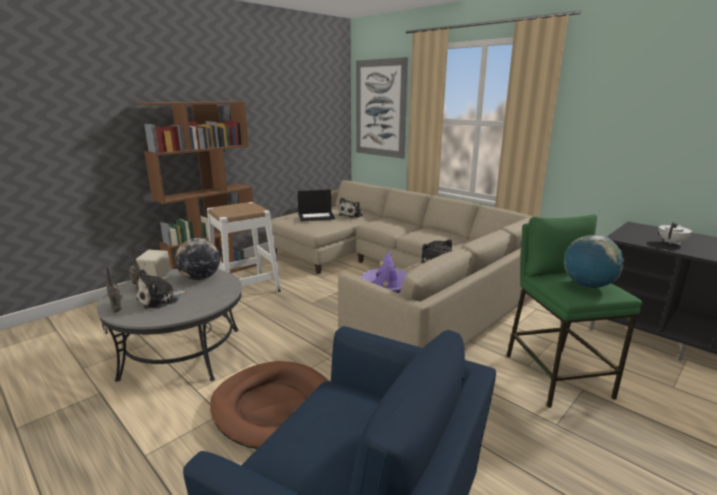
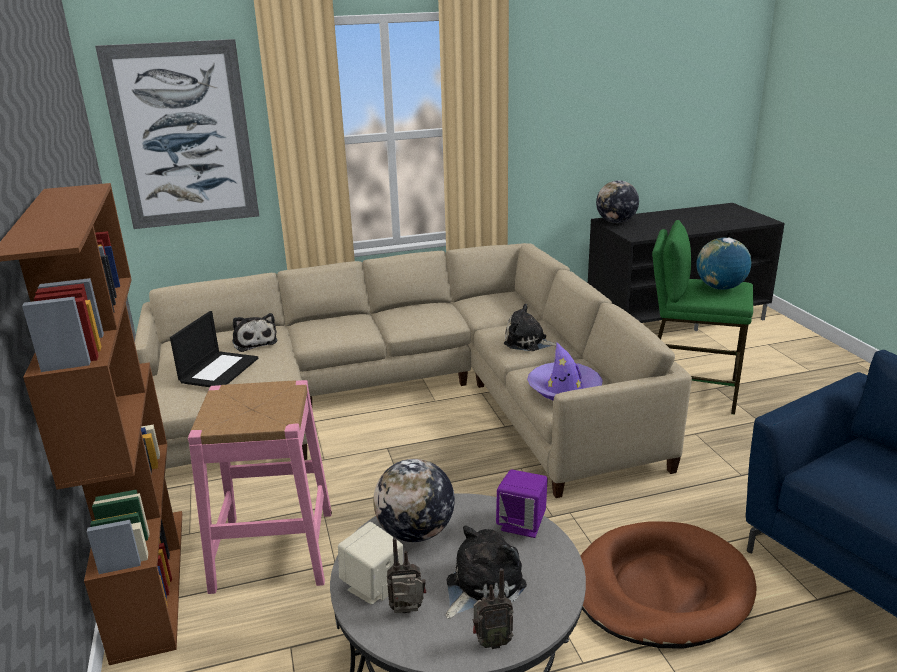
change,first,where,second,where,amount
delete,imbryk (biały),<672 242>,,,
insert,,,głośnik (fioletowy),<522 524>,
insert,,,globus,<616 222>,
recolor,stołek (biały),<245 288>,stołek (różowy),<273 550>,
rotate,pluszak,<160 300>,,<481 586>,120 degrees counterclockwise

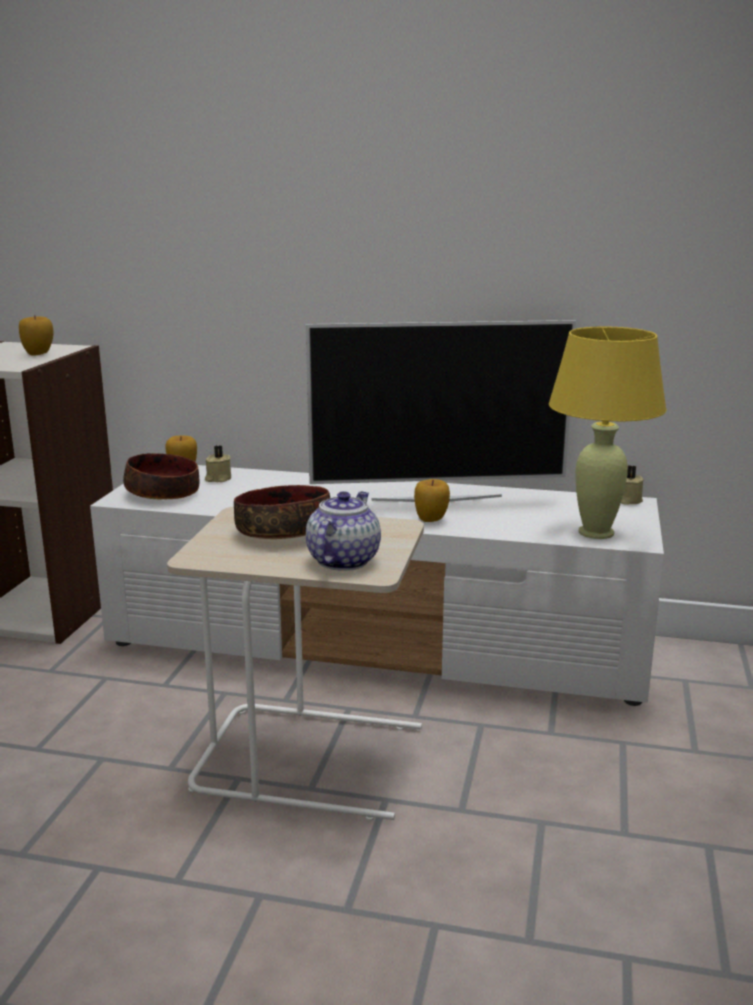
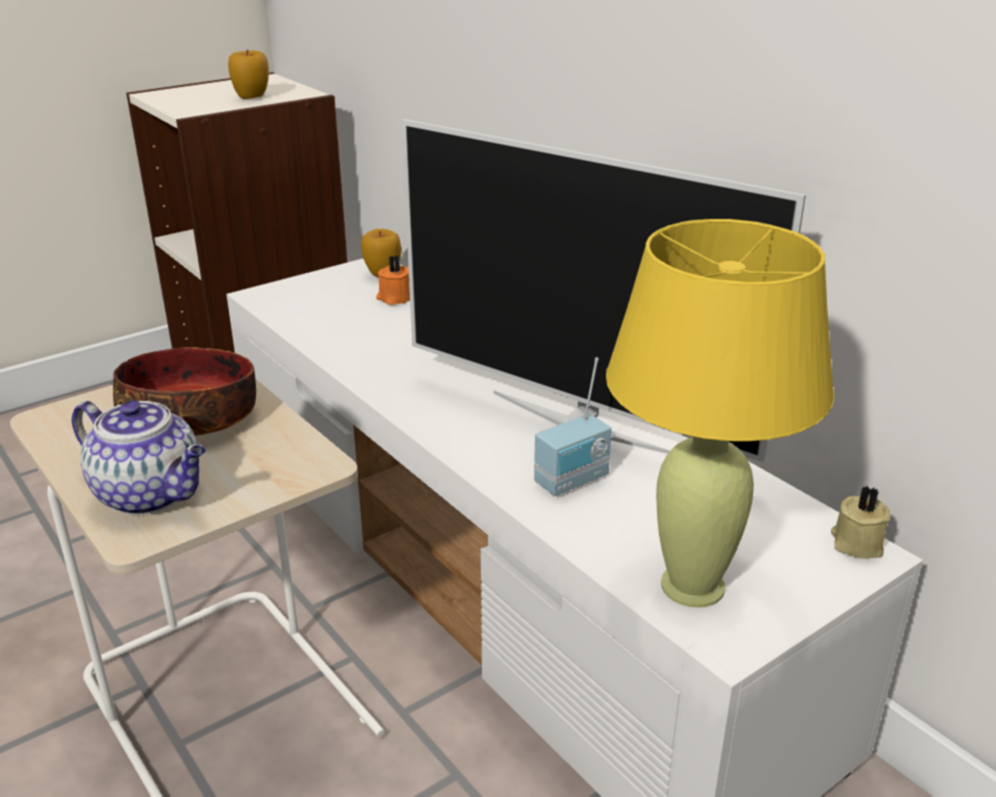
change,first,where,second,where,amount
delete,miska,<163 493>,,,
delete,jabłko,<431 520>,,,
insert,,,radio,<573 481>,
recolor,świeca (beżowy),<218 479>,świeca (pomarańczowy),<394 298>,
rotate,imbryk,<343 560>,,<151 494>,60 degrees clockwise

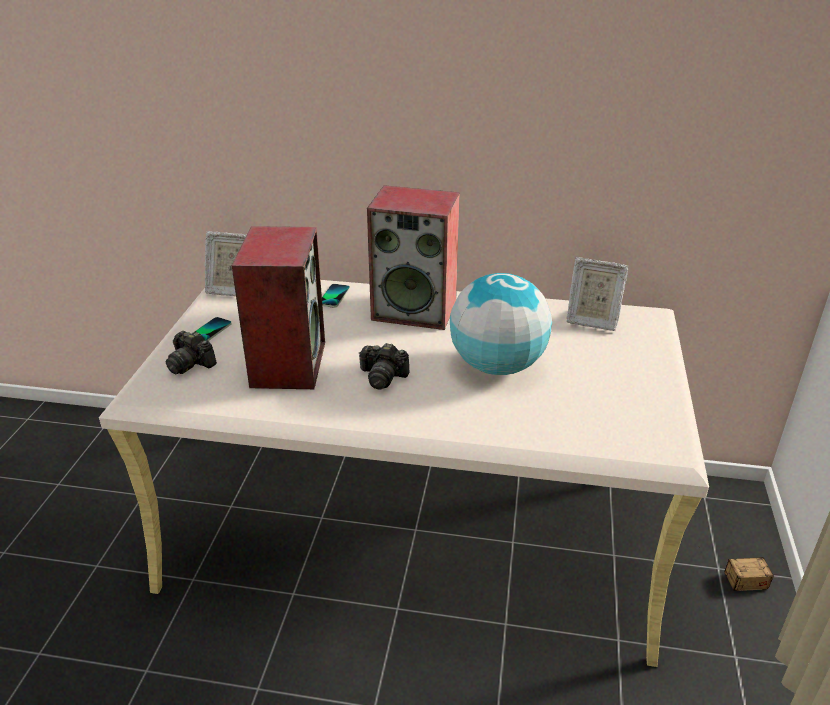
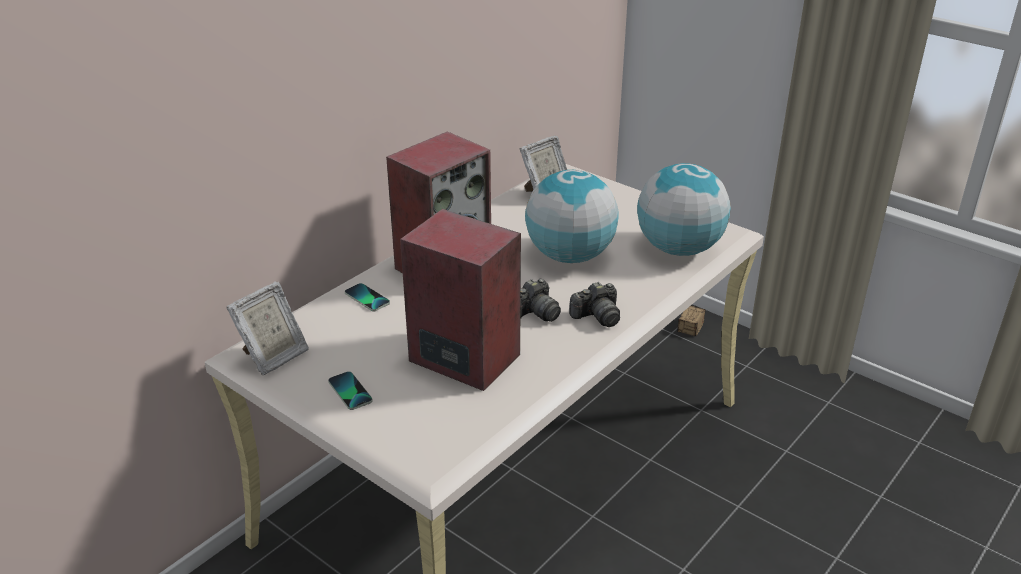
change,first,where,second,where,amount
insert,,,globus,<678 249>,
move,aparat fotograficzny,<190 364>,,<597 316>,

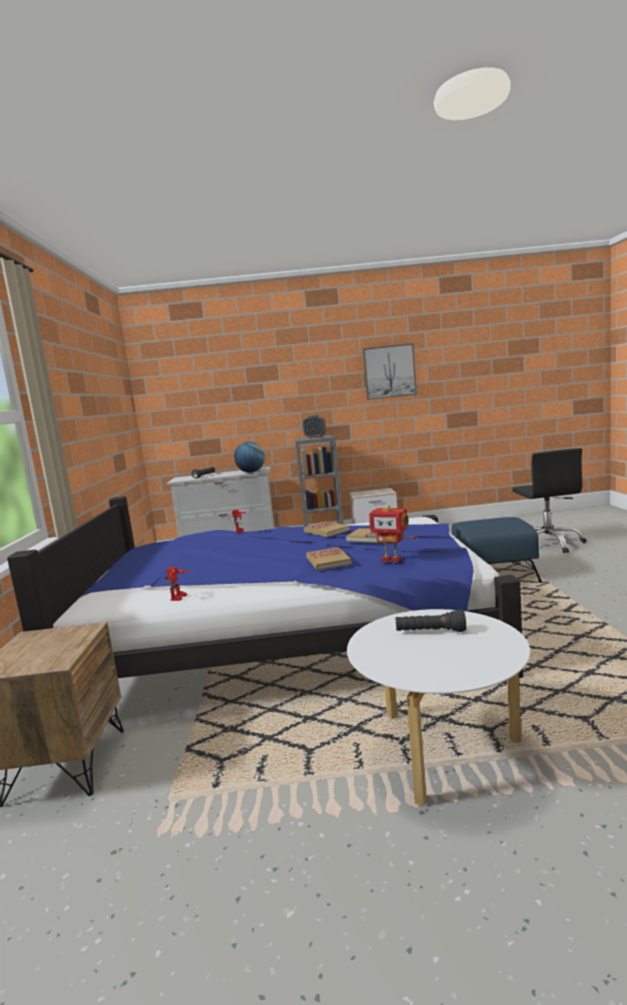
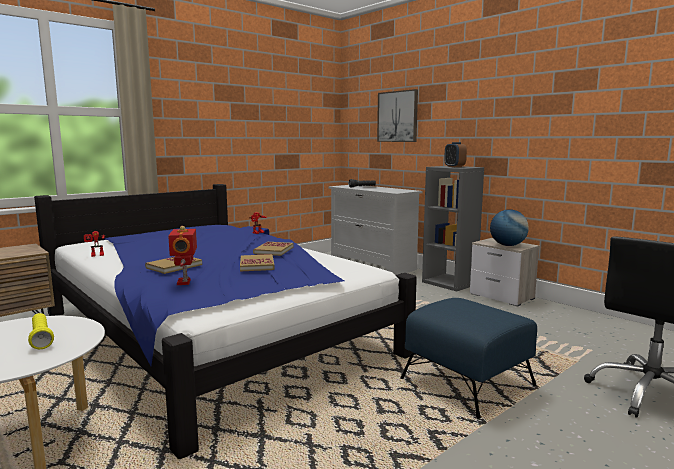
change,first,where,second,where,amount
move,globus,<251 472>,,<507 245>,
move,obraz,<389 371>,,<397 116>,
recolor,latarka (czarny),<430 632>,latarka (żółty),<41 338>,

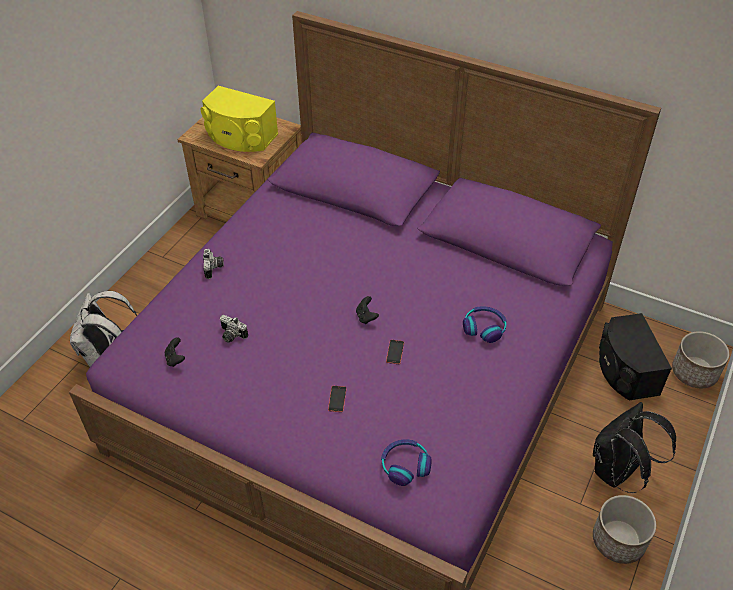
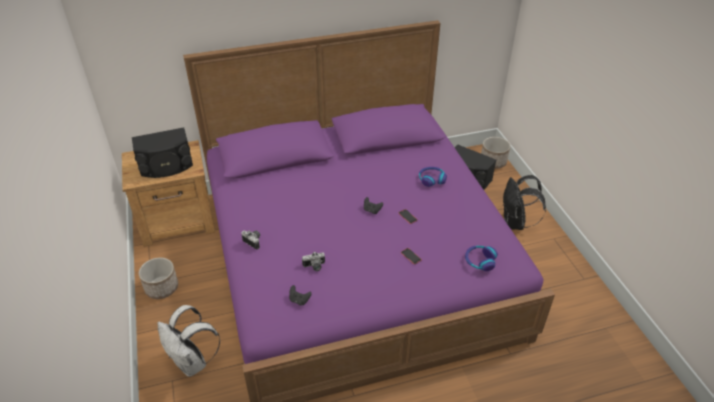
change,first,where,second,where,amount
move,donica,<618 540>,,<162 287>,
recolor,głośnik (żółty),<240 137>,głośnik (czarny),<166 166>,

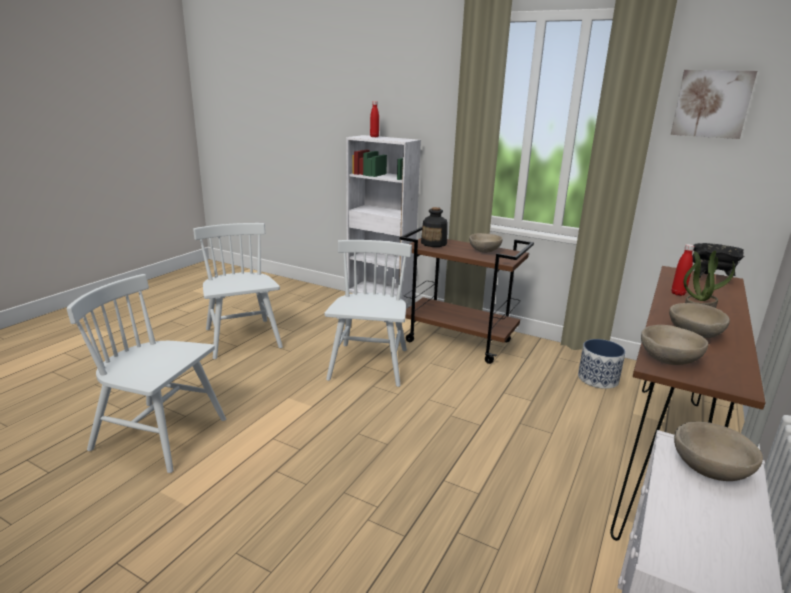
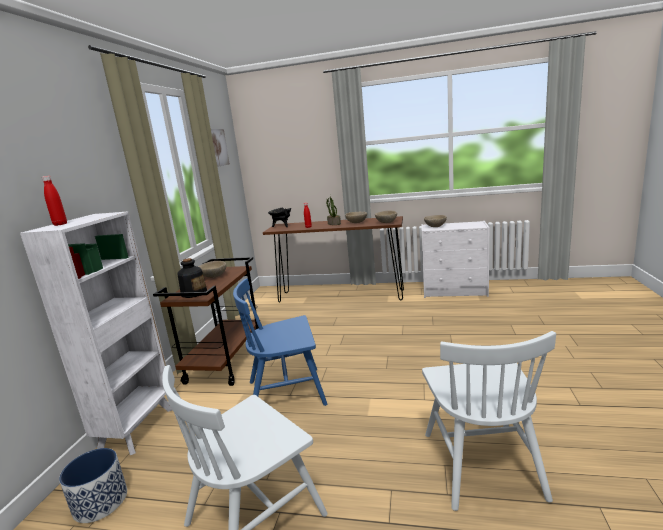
change,first,where,second,where,amount
move,donica,<598 379>,,<101 502>,
recolor,krzesło (biały),<369 365>,krzesło (niebieski),<287 392>,

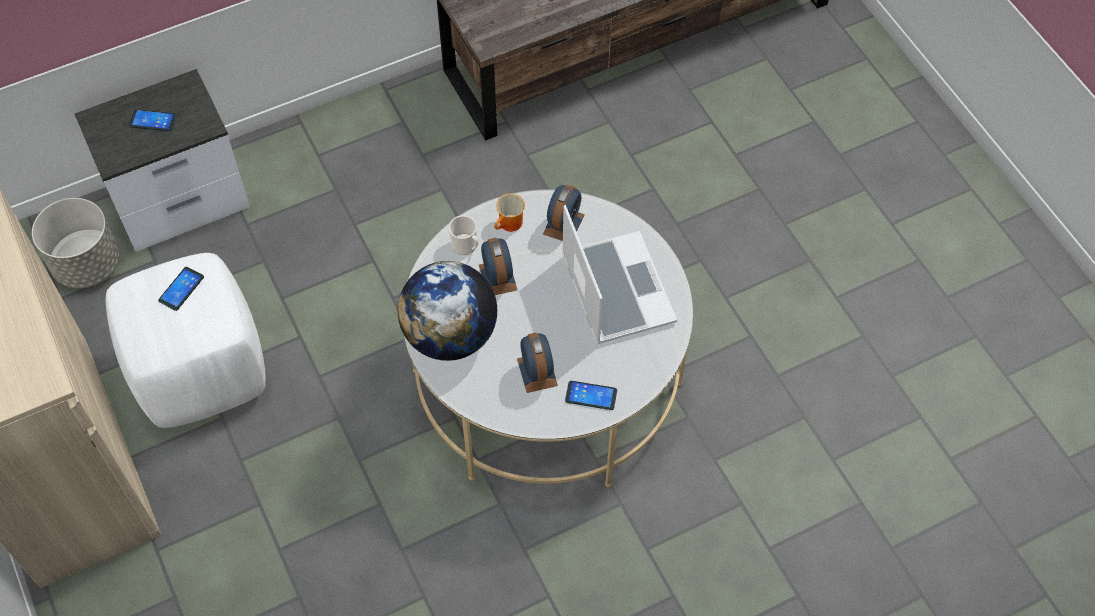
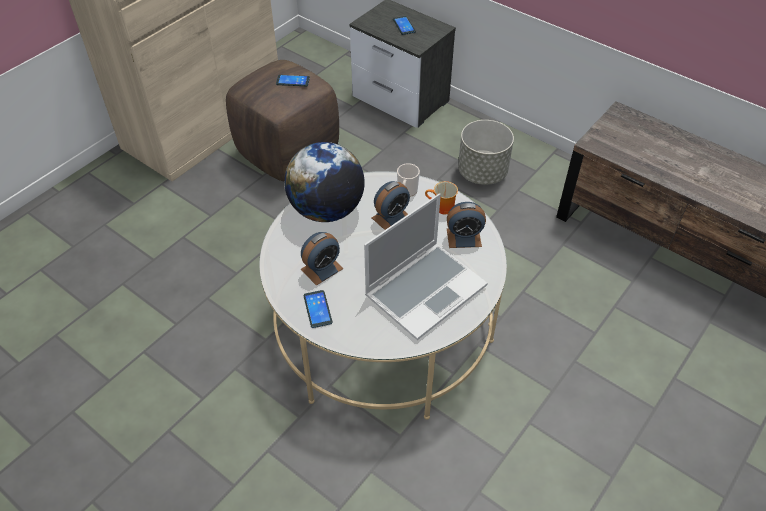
change,first,where,second,where,amount
move,donica (szary),<87 263>,,<482 173>,
recolor,pufa (biały),<200 374>,pufa (brązowy),<287 154>,

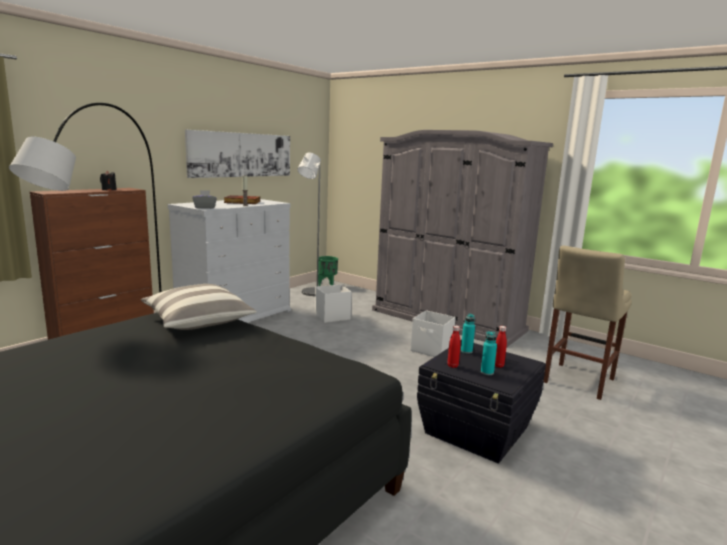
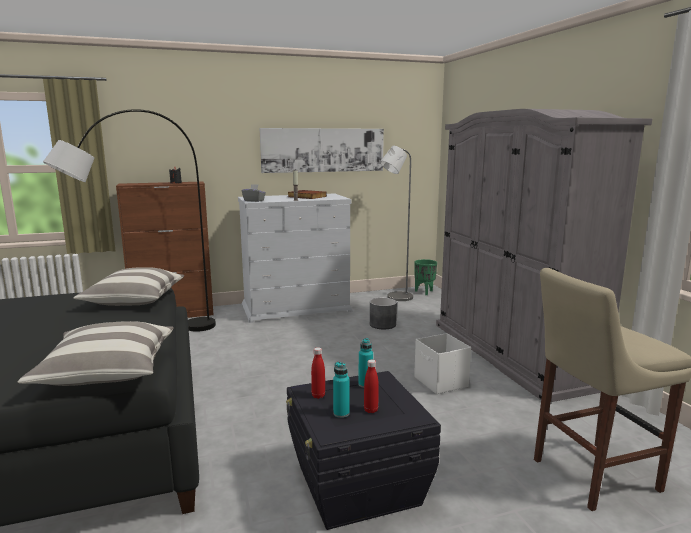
change,first,where,second,where,amount
insert,,,poduszka,<107 371>,
replace,pojemnik do przechowywania (biały),<331 317>,donica (szary),<382 325>,

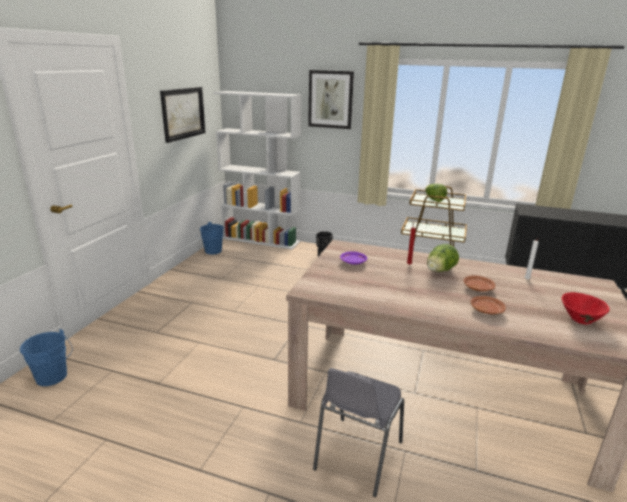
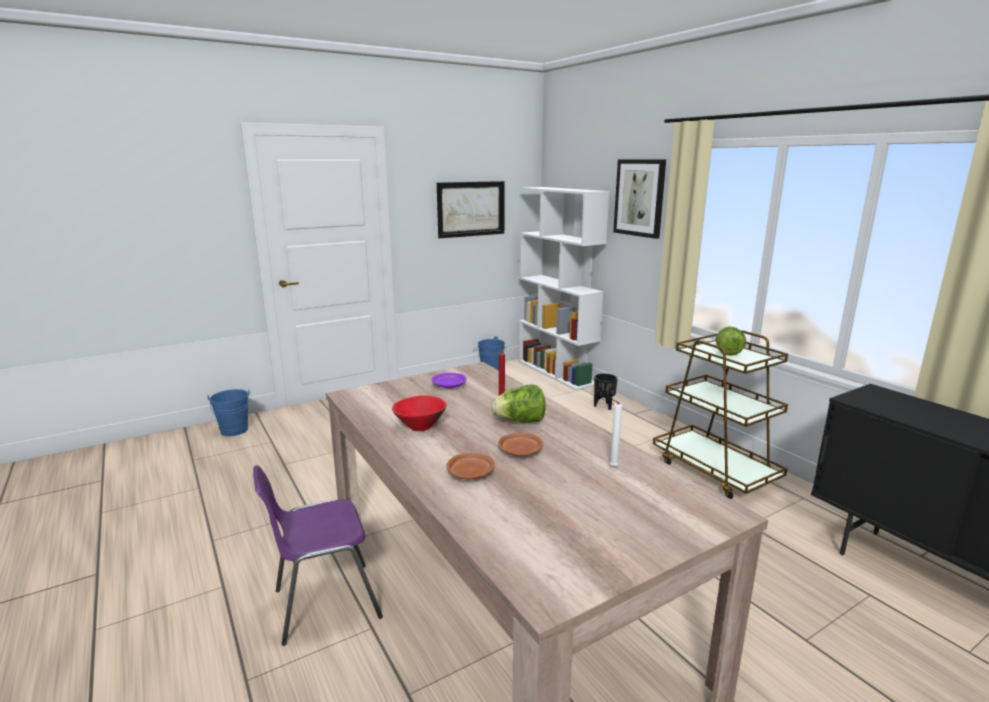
change,first,where,second,where,amount
move,miska (czerwony),<580 319>,,<420 426>,
recolor,krzesło (szary),<356 456>,krzesło (fioletowy),<324 603>,

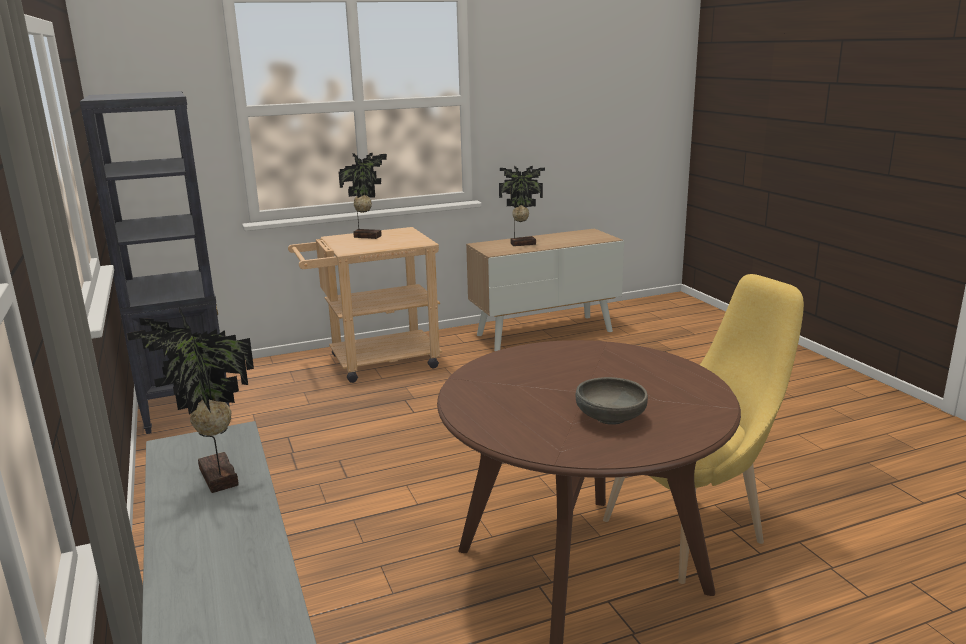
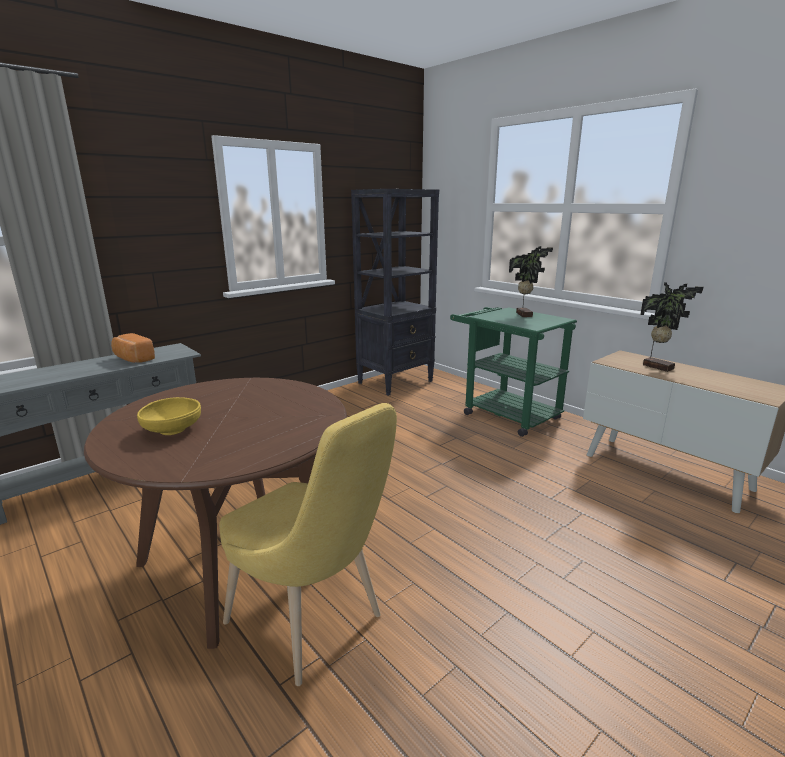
change,first,where,second,where,amount
replace,roślina doniczkowa,<215 479>,chleb,<133 359>,
recolor,wózek (beżowy),<374 363>,wózek (zielony),<504 414>,
recolor,miska (szary),<610 417>,miska (żółty),<173 429>,

